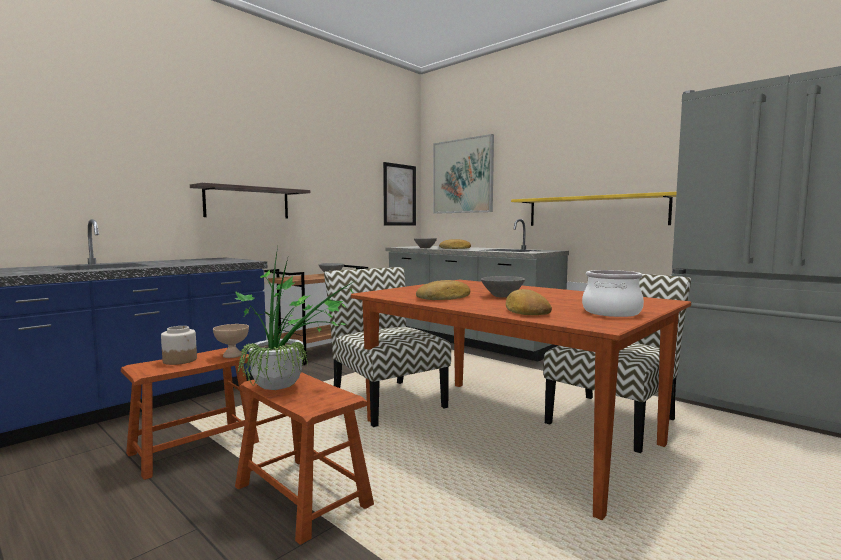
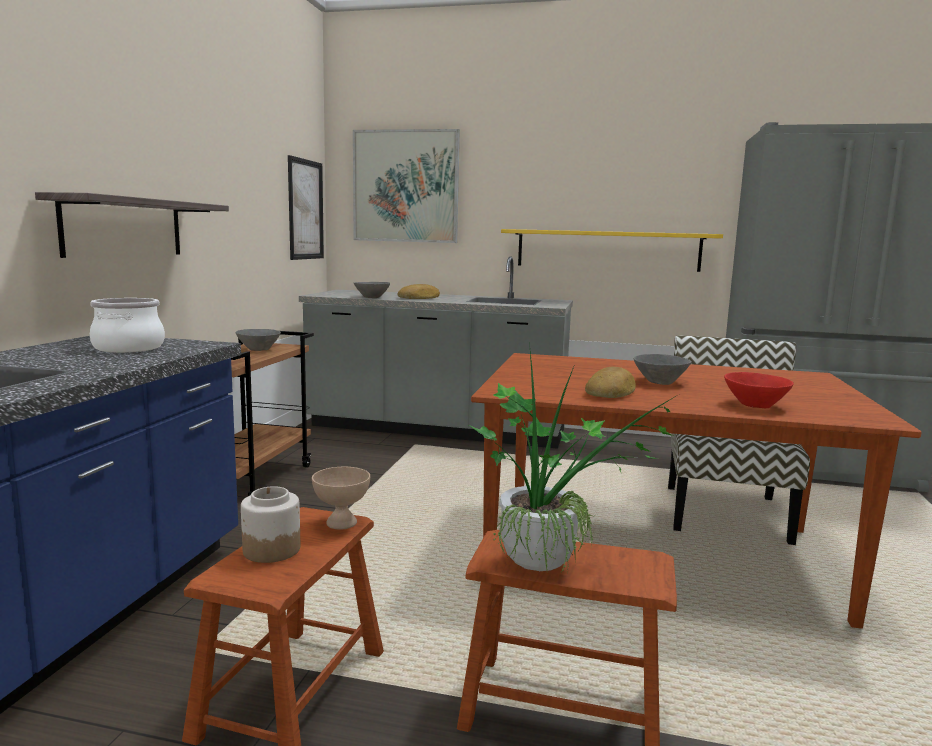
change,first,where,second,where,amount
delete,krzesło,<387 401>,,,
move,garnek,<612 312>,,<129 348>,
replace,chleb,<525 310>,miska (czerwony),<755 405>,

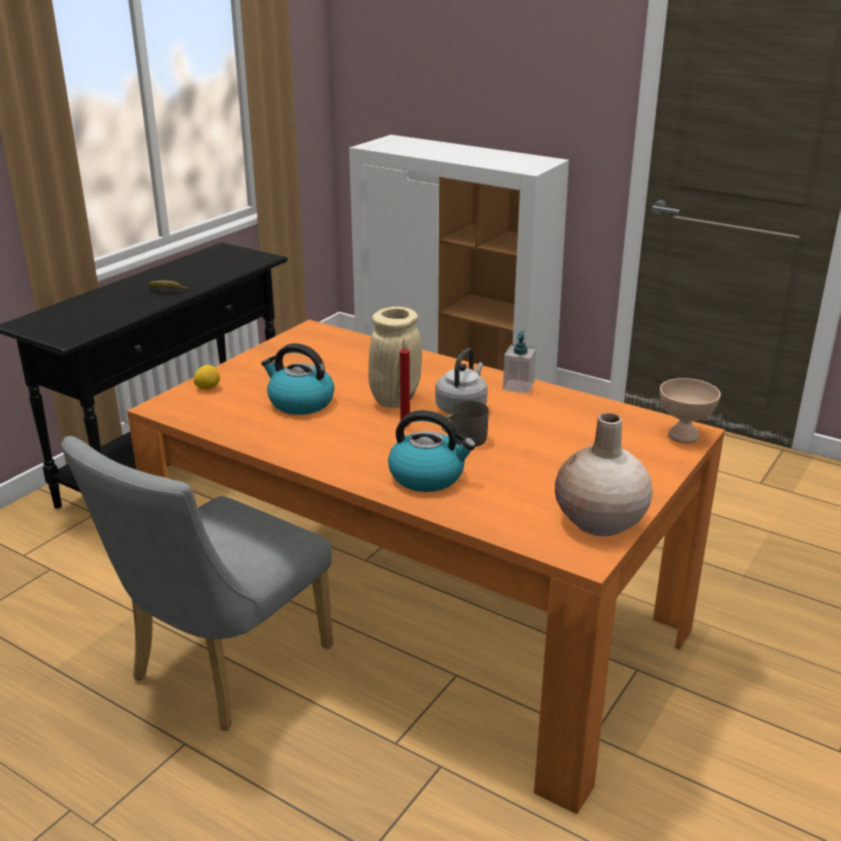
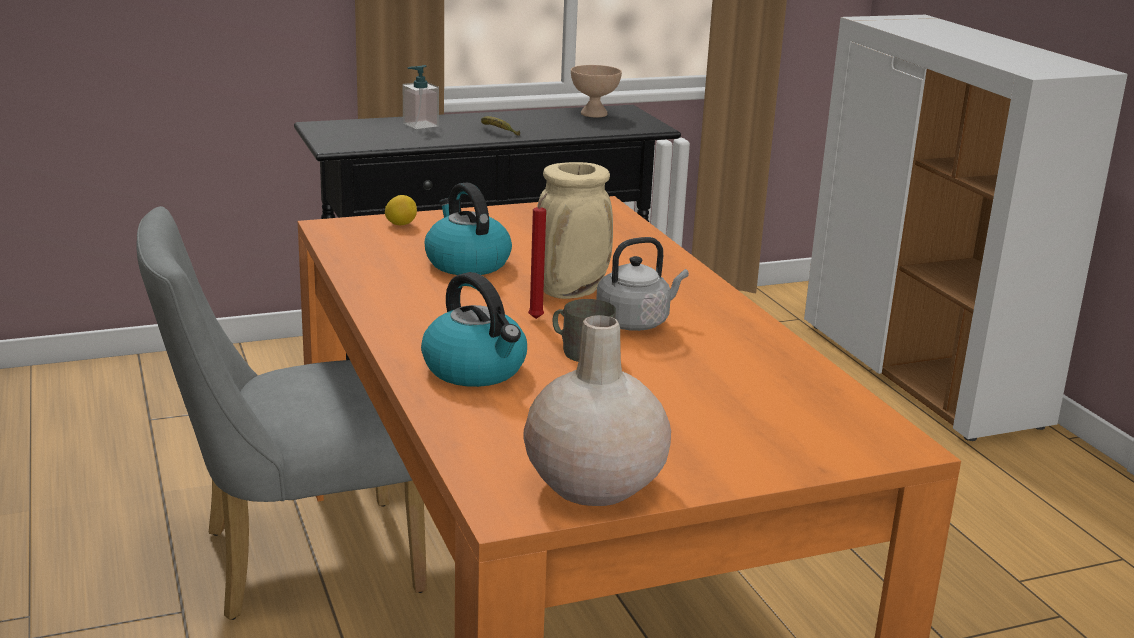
change,first,where,second,where,amount
move,dozownik mydła,<518 386>,,<420 124>,
move,miska (beżowy),<682 435>,,<593 113>,

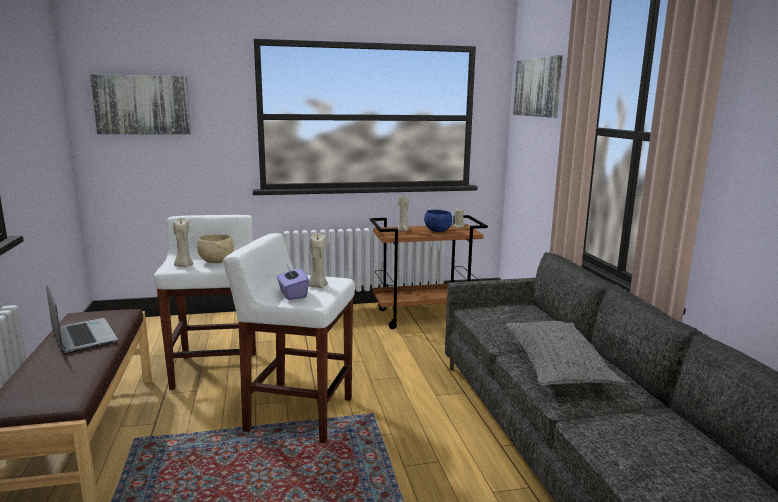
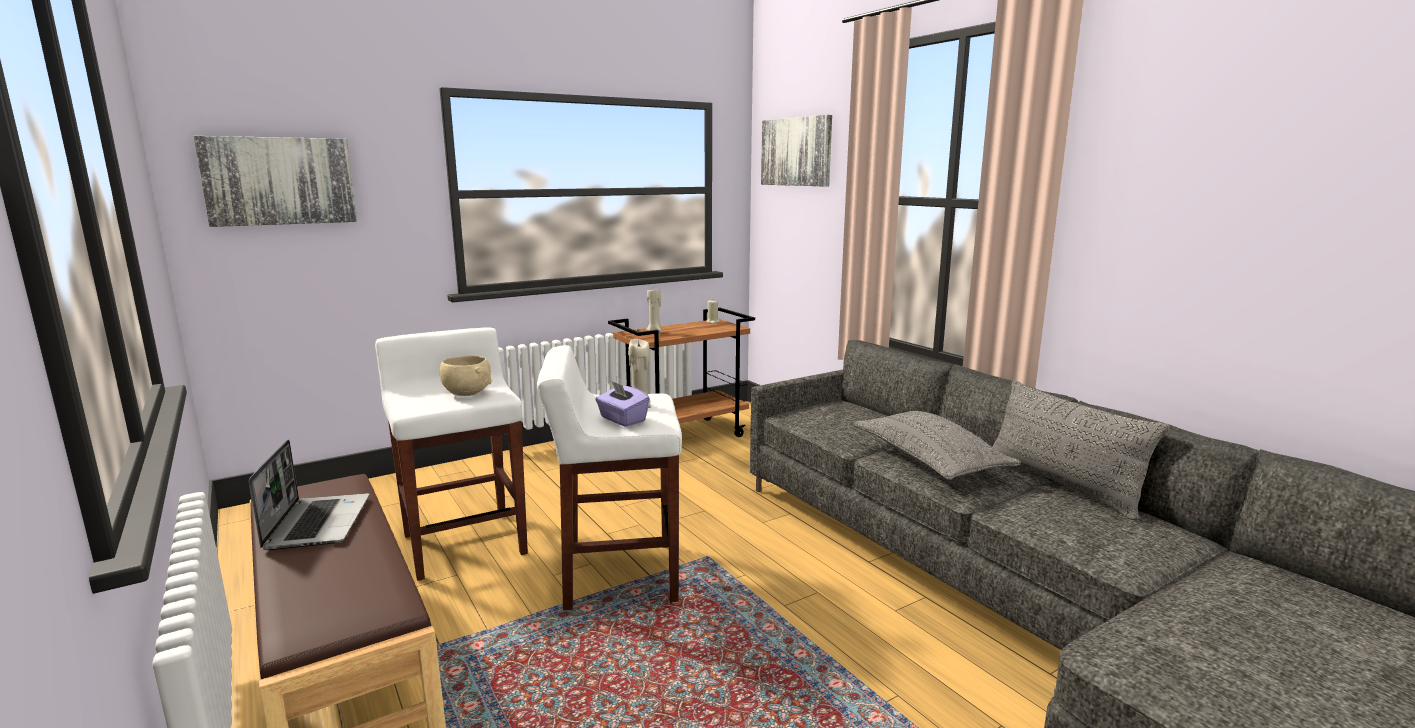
change,first,where,second,where,amount
delete,świeca (beżowy),<183 266>,,,
delete,miska (niebieski),<438 231>,,,
insert,,,poduszka (szary),<1061 485>,
rotate,laptop,<82 337>,,<317 522>,45 degrees clockwise

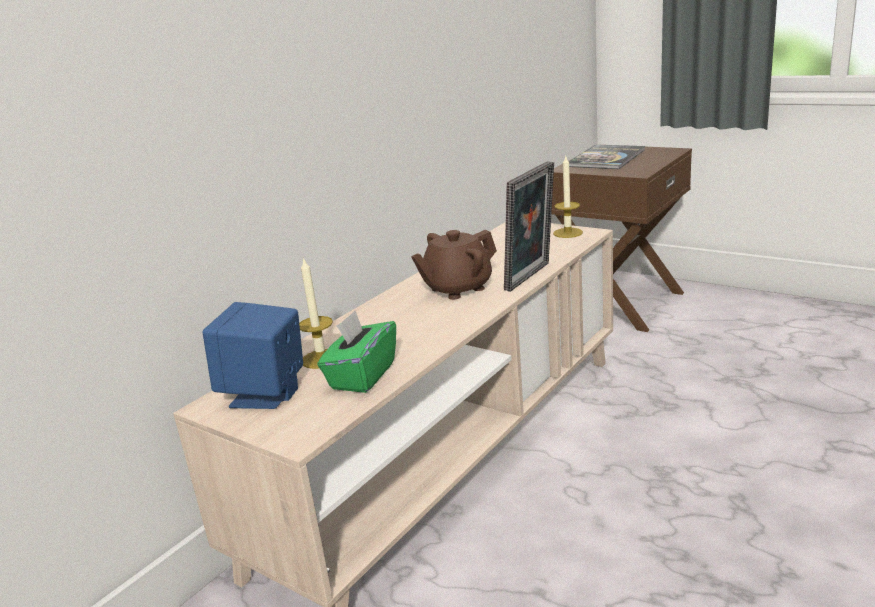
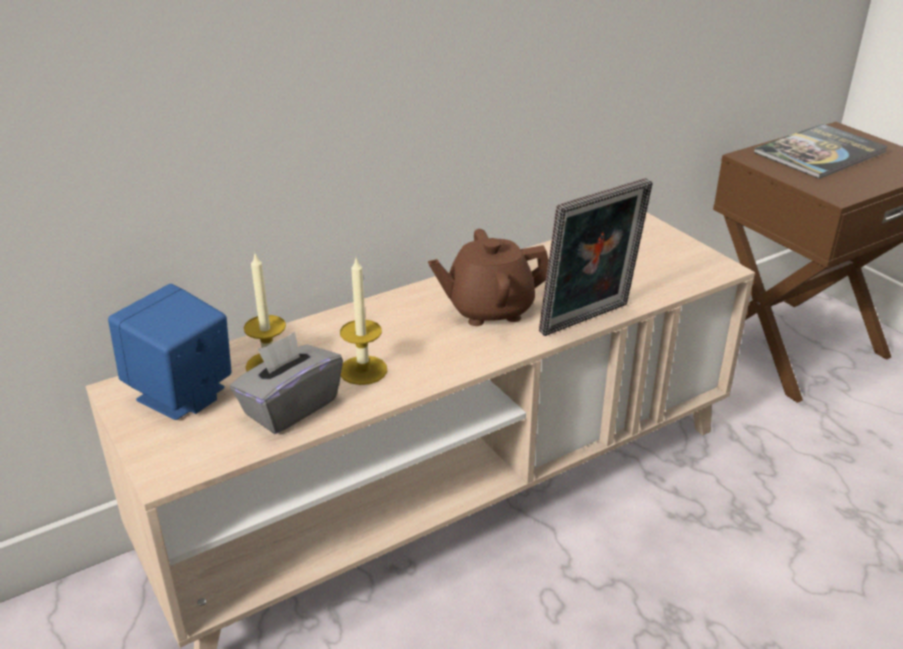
change,first,where,second,where,amount
move,świeca,<568 233>,,<363 370>,
recolor,pudełko chusteczek (zielony),<362 376>,pudełko chusteczek (szary),<290 407>,

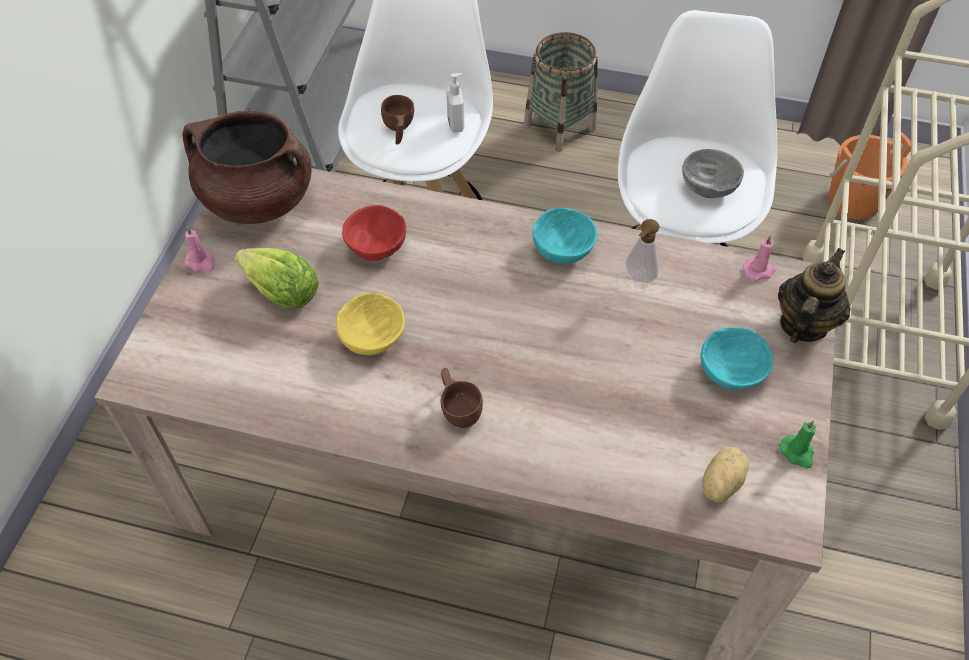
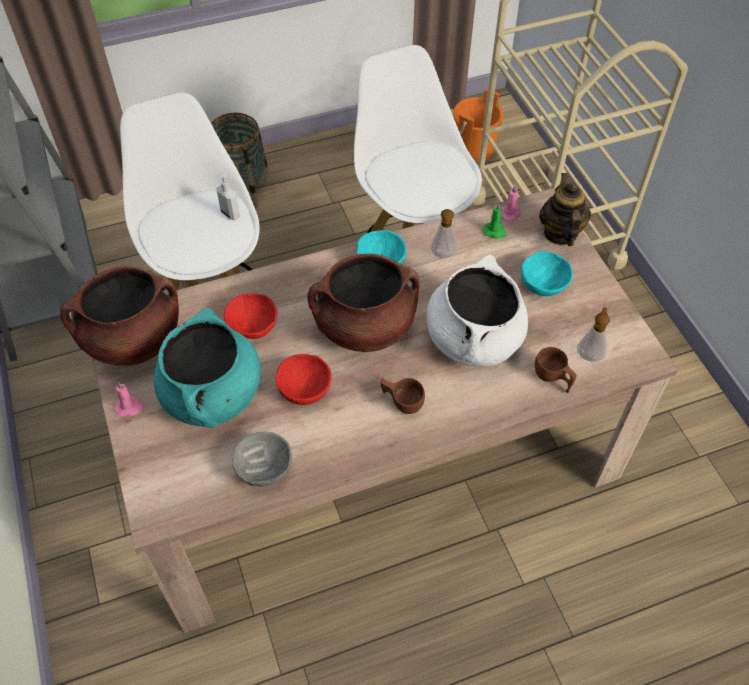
change,first,where,second,where,amount
insert,,,garnek (brązowy),<365 327>,
insert,,,garnek (biały),<473 338>,
move,filiżanka (brązowy),<398 130>,,<552 378>,
move,miska (szary),<708 187>,,<264 468>,
move,świeca (zielony),<797 453>,,<495 232>,
replace,sałata,<282 293>,garnek (turkusowy),<213 395>,
replace,ziemniak,<719 483>,dozownik mydła,<589 354>,
recolor,miska (żółty),<372 337>,miska (czerwony),<304 389>,

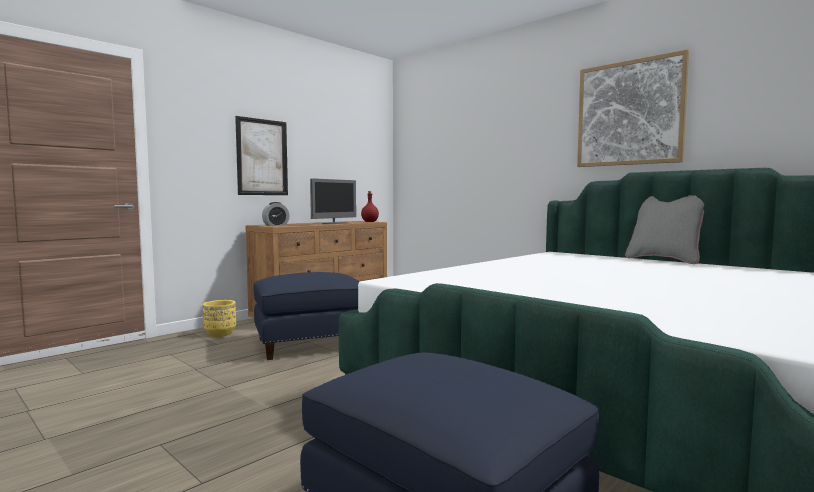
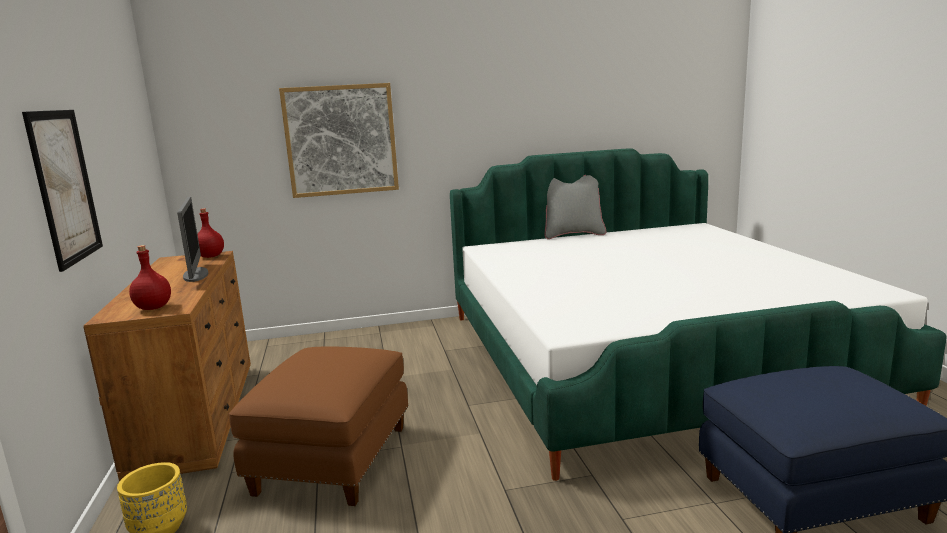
change,first,where,second,where,amount
move,obraz,<629 113>,,<341 140>,
replace,budzik,<276 225>,butelka (czerwony),<153 307>,
recolor,pufa (niebieski),<311 343>,pufa (brązowy),<331 459>,

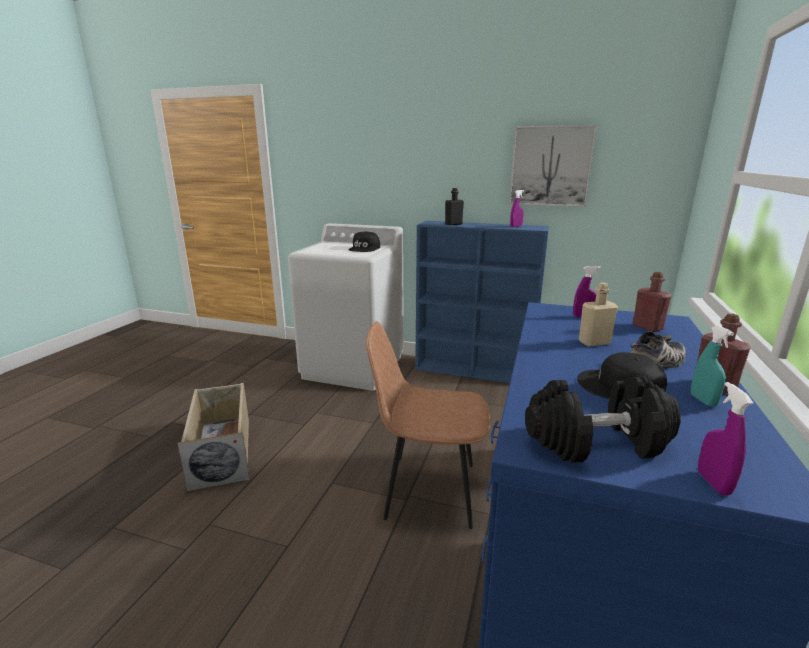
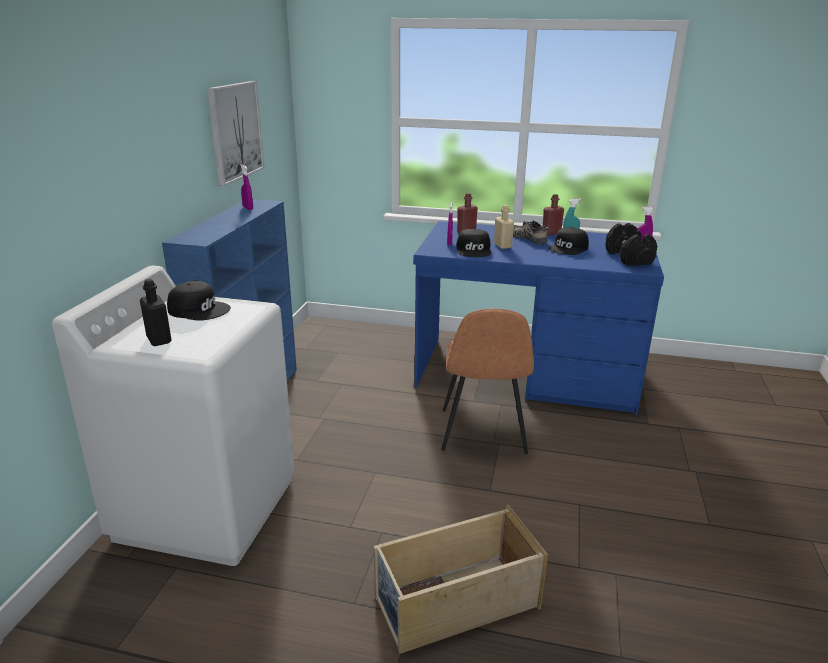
change,first,where,second,where,amount
insert,,,czapka z daszkiem (czarny),<474 250>,
move,butelka (czarny),<453 224>,,<159 339>,

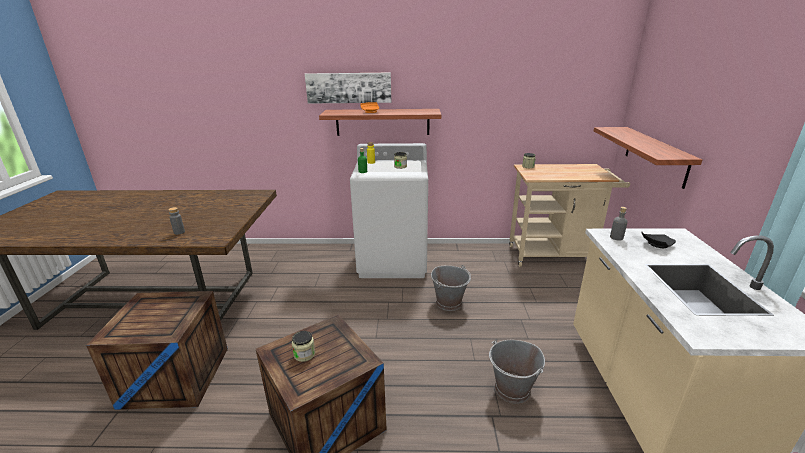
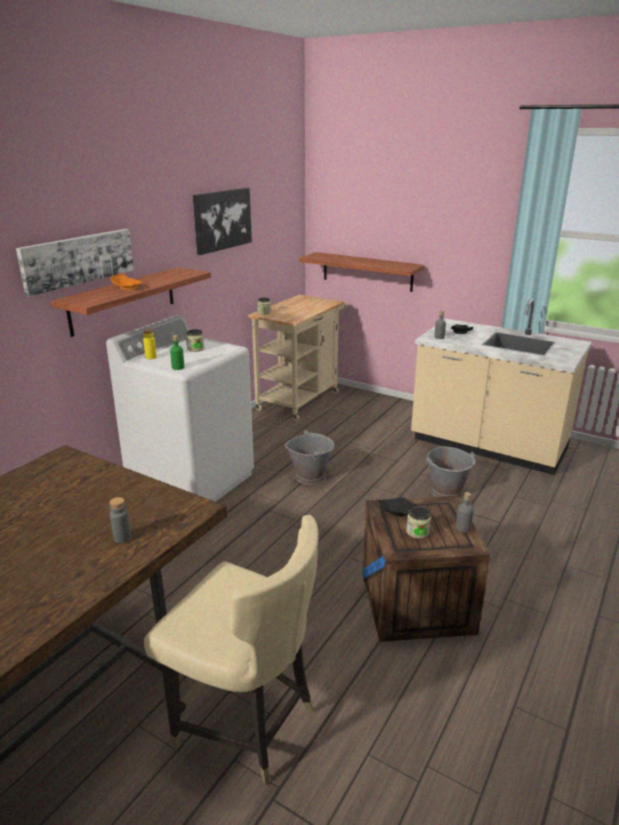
change,first,where,second,where,amount
insert,,,obraz,<222 220>,
insert,,,talerz (czarny),<395 512>,
insert,,,butelka (szary),<463 528>,
replace,skrzynka,<176 376>,krzesło (beżowy),<246 724>,

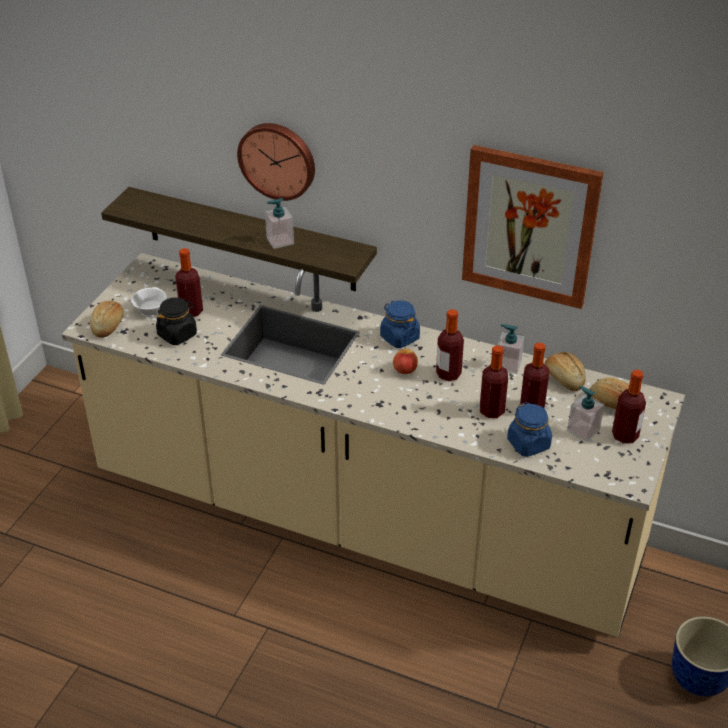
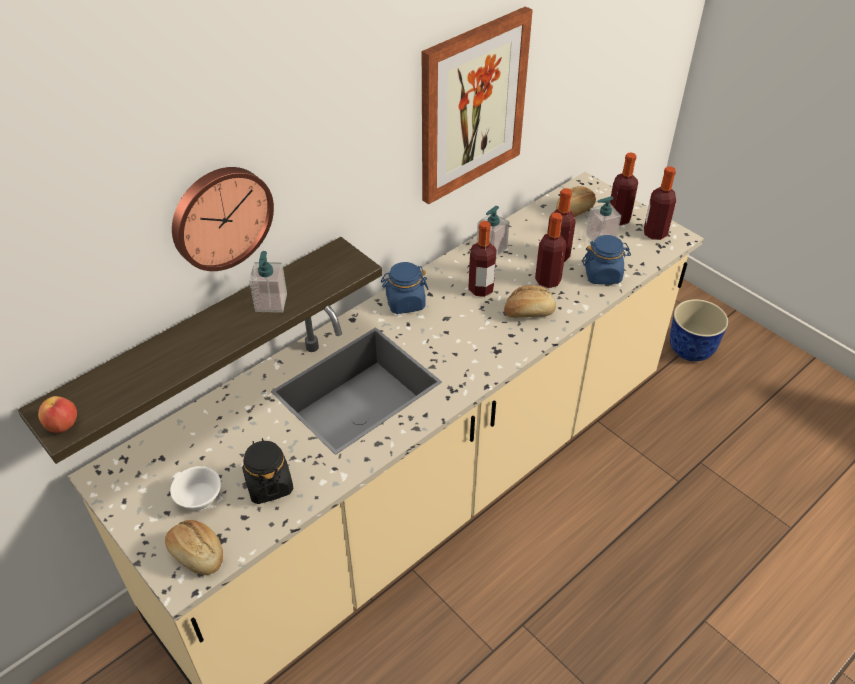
change,first,where,second,where,amount
move,butelka,<191 311>,,<655 233>,
move,jabłko,<405 370>,,<63 425>,
move,chleb,<564 378>,,<529 312>,

